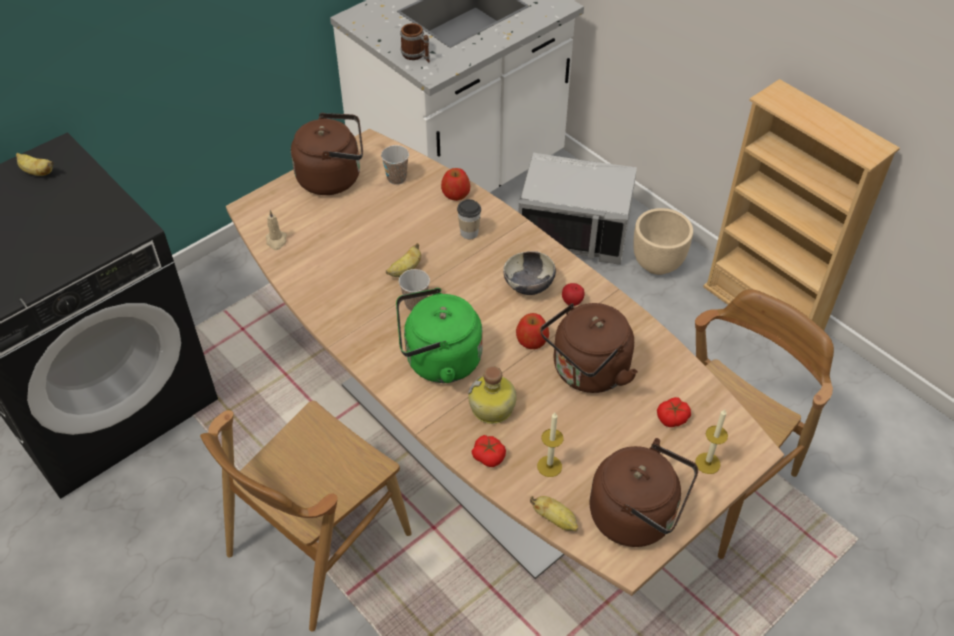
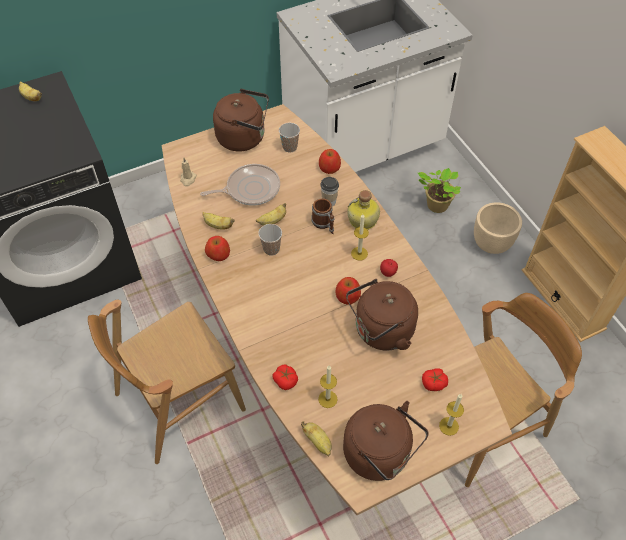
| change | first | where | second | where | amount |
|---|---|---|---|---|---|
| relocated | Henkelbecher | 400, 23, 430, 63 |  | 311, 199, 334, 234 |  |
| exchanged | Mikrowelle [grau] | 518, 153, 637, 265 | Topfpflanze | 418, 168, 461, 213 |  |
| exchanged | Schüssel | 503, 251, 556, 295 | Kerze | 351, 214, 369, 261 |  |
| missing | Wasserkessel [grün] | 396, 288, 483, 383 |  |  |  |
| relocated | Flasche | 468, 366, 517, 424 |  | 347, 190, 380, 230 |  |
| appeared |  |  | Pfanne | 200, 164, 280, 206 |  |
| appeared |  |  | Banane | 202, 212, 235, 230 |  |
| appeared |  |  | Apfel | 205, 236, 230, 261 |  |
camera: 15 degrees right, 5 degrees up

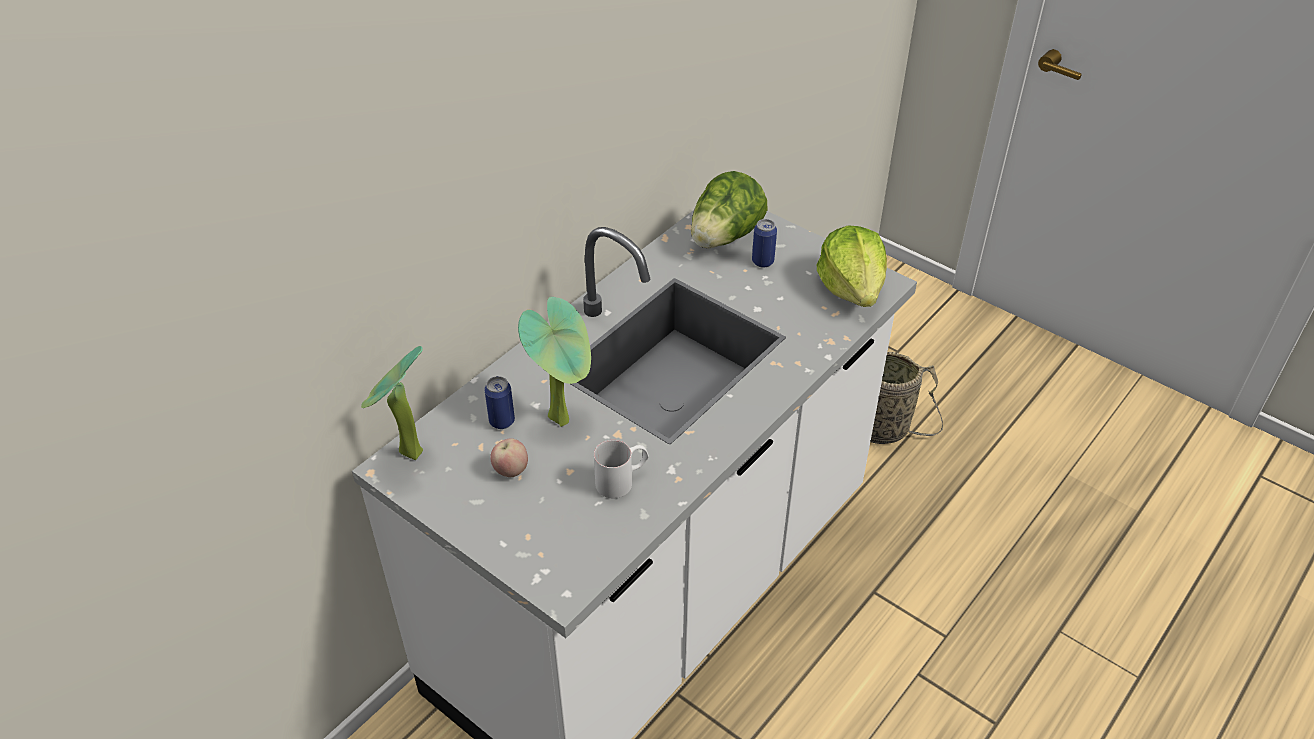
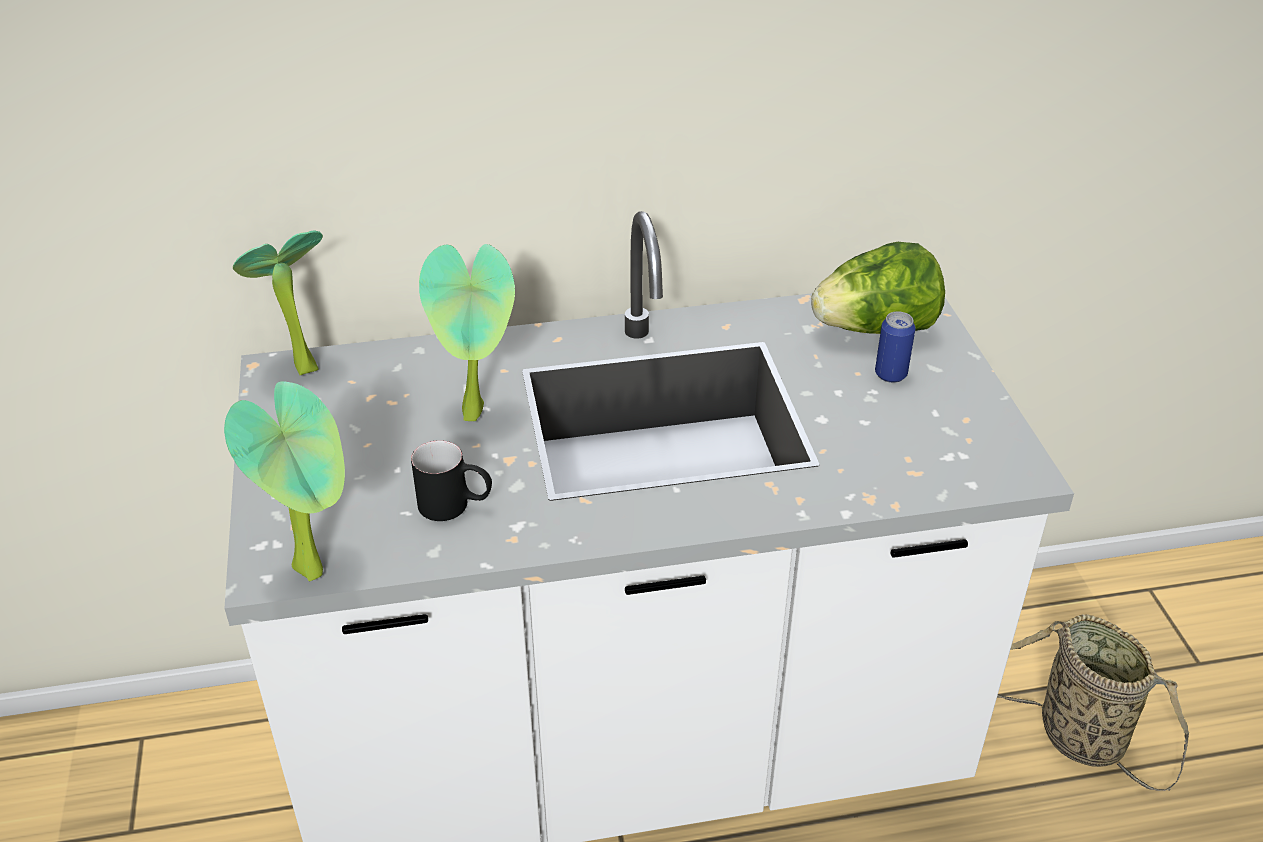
| change | first | where | second | where | amount |
|---|---|---|---|---|---|
| missing | Salatkopf | 817, 225, 887, 307 |  |  |  |
| missing | Dose | 484, 376, 515, 429 |  |  |  |
| missing | Apfel | 490, 438, 528, 477 |  |  |  |
| colour | Henkelbecher [weiß] | 594, 440, 649, 498 | Henkelbecher [schwarz] | 411, 440, 492, 521 |  |
| appeared |  |  | Topfpflanze | 224, 381, 345, 581 |  |
camera: 40 degrees right, 5 degrees down

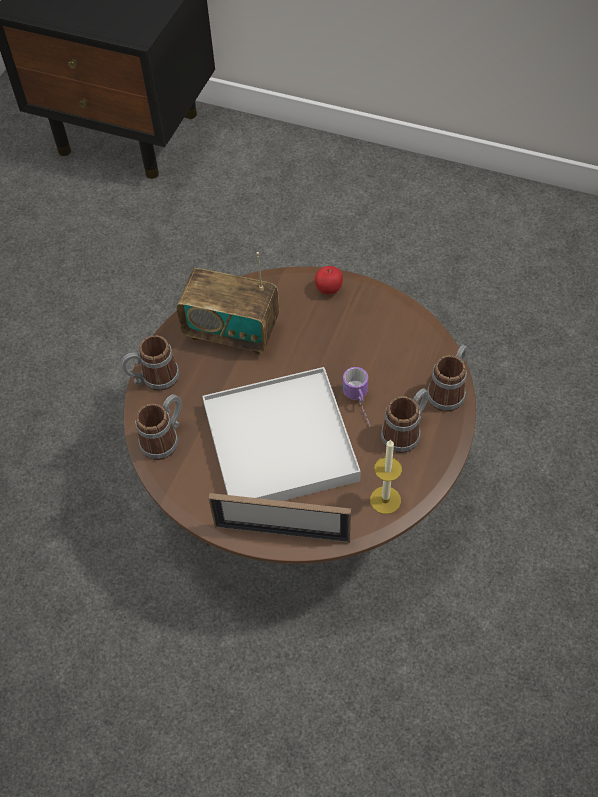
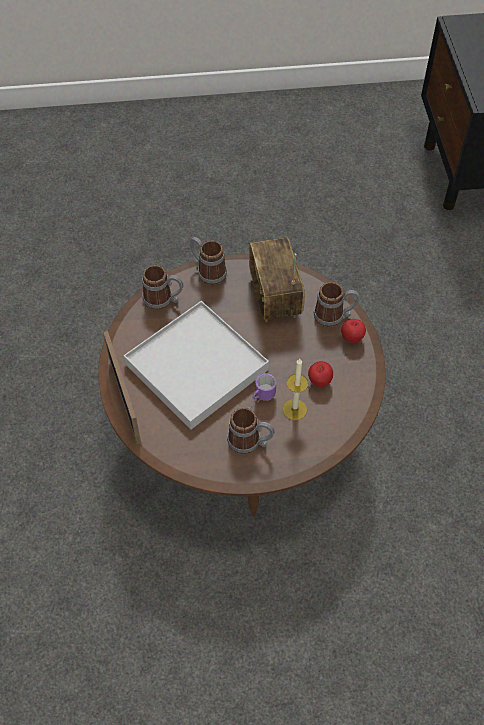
| change | first | where | second | where | amount |
|---|---|---|---|---|---|
| relocated | Henkelbecher | 427, 345, 468, 412 |  | 313, 282, 360, 327 |  |
| relocated | Kerze | 370, 439, 402, 514 |  | 283, 359, 308, 421 |  |
| appeared |  |  | Apfel | 308, 361, 333, 387 |  |
camera: 60 degrees right, 0 degrees up

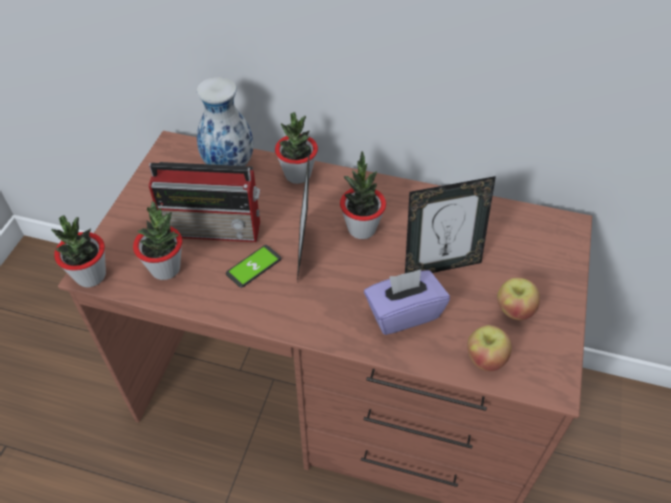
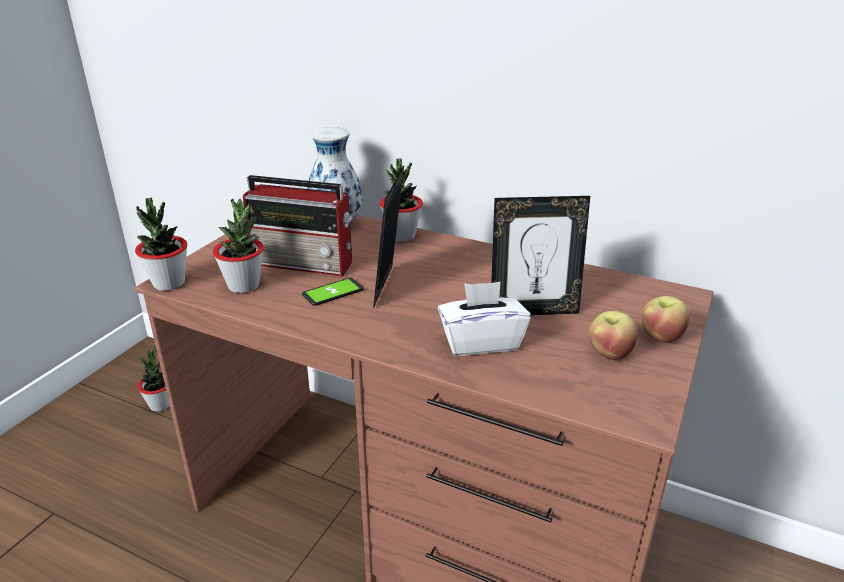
| change | first | where | second | where | amount |
|---|---|---|---|---|---|
| relocated | Topfpflanze | 340, 151, 386, 239 |  | 138, 345, 170, 412 |  |
| colour | Taschentuchbox [lila] | 364, 269, 450, 335 | Taschentuchbox [weiß] | 438, 282, 531, 356 |  |
| relocated | Apfel | 467, 325, 512, 371 |  | 642, 296, 690, 343 |  |
camera: 10 degrees right, 20 degrees down

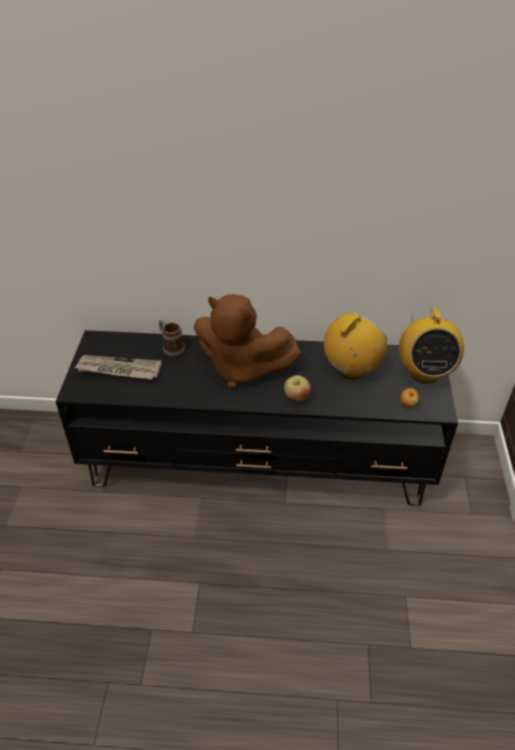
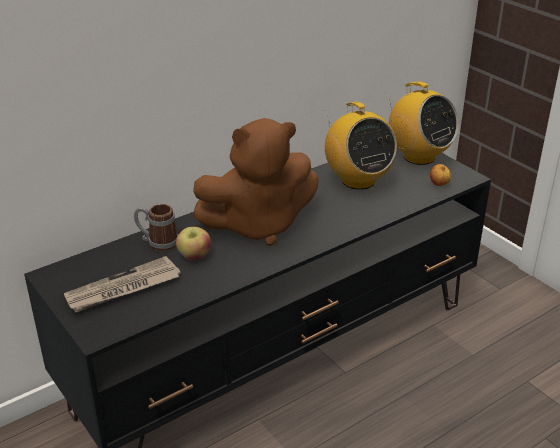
| change | first | where | second | where | amount |
|---|---|---|---|---|---|
| spun | Radio | 324, 312, 387, 379 |  | 325, 102, 397, 190 | 150 degrees clockwise |
| relocated | Apfel | 284, 375, 311, 402 |  | 176, 227, 211, 260 |  |
camera: 40 degrees left, 10 degrees down

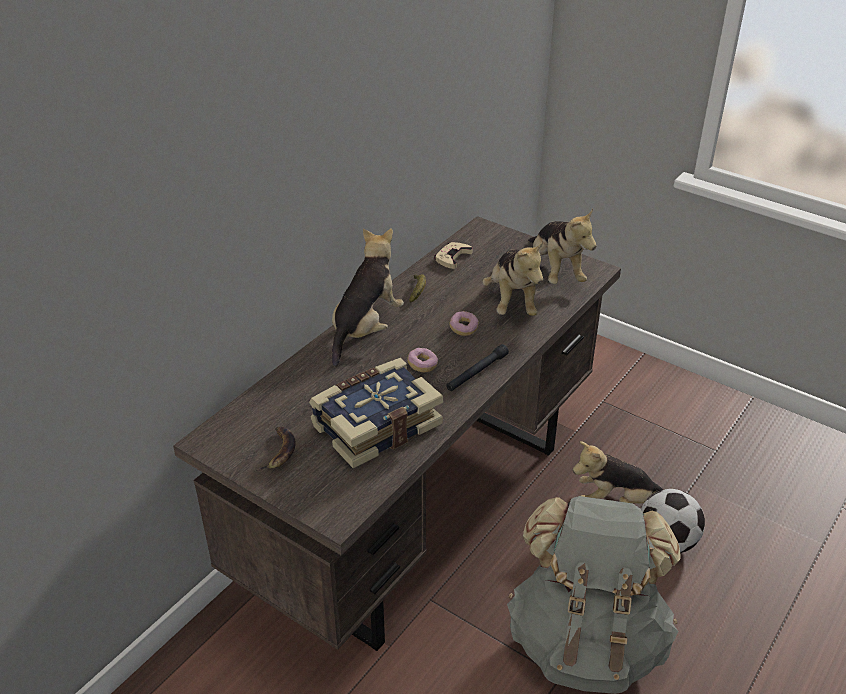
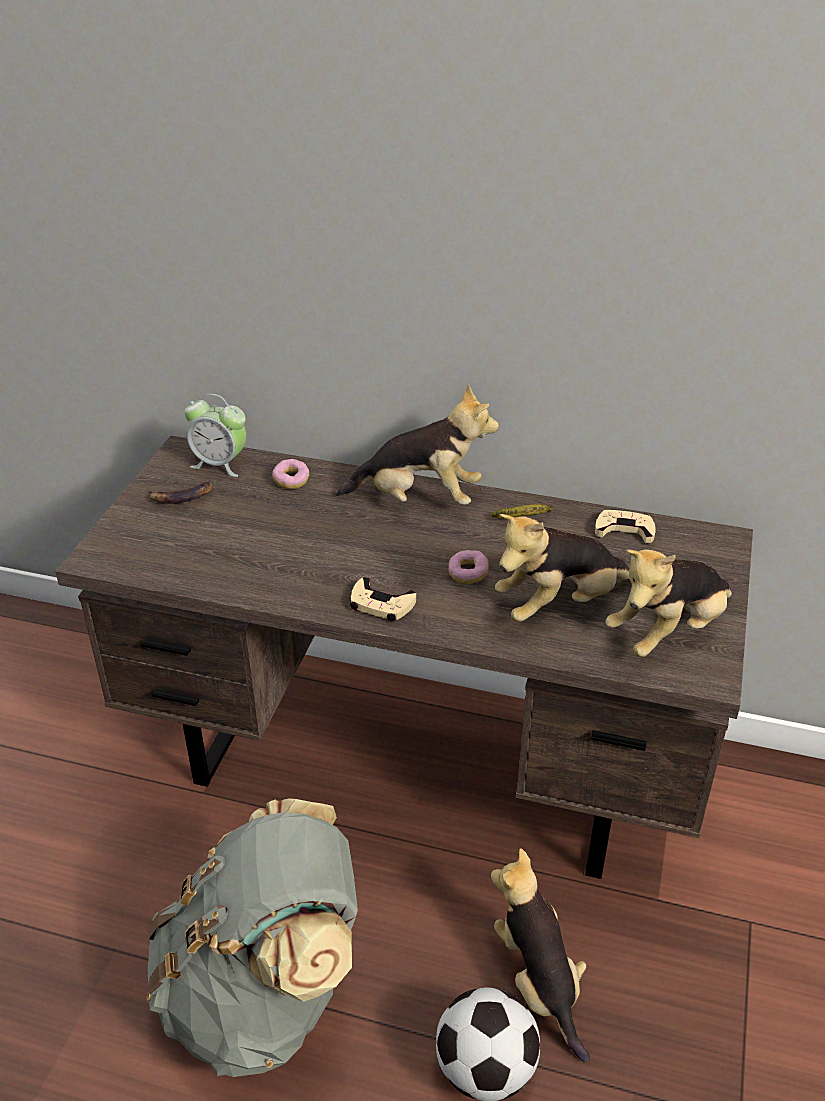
| change | first | where | second | where | amount |
|---|---|---|---|---|---|
| exchanged | Taschenlampe [schwarz] | 446, 344, 509, 391 | Gamepad [beige] | 350, 577, 416, 621 |  |
| relocated | Donut | 407, 348, 438, 372 |  | 272, 459, 310, 489 |  |
| missing | Buch | 309, 358, 443, 468 |  |  |  |
| appeared |  |  | Wecker | 184, 394, 246, 477 |  |
camera: 70 degrees right, 0 degrees up

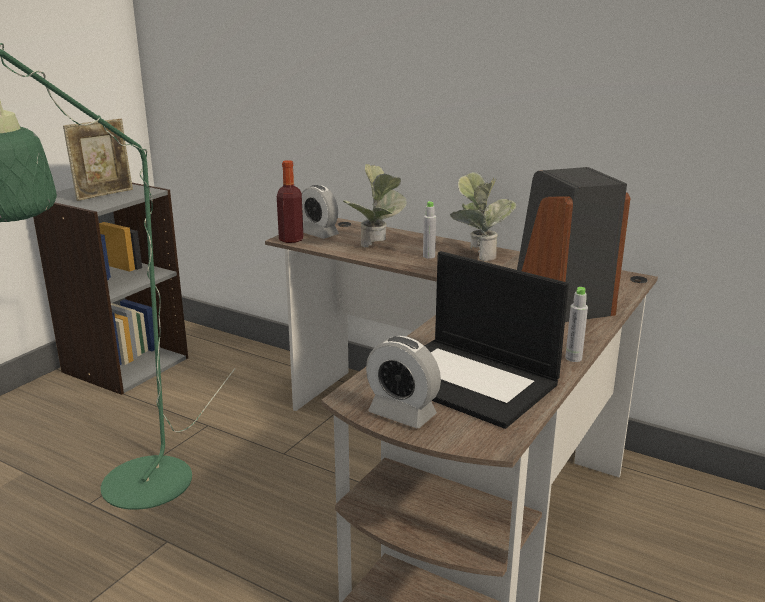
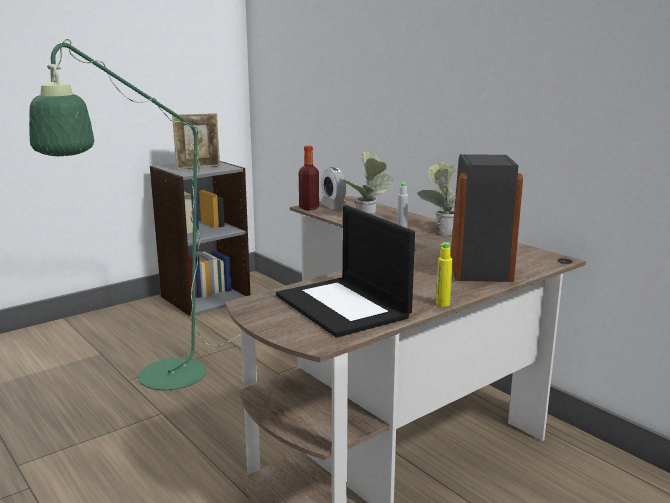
| change | first | where | second | where | amount |
|---|---|---|---|---|---|
| colour | Flasche [grau] | 565, 287, 588, 362 | Flasche [gelb] | 436, 242, 453, 307 |  |
| missing | Wecker | 366, 336, 441, 428 |  |  |  |
camera: 20 degrees right, 5 degrees down

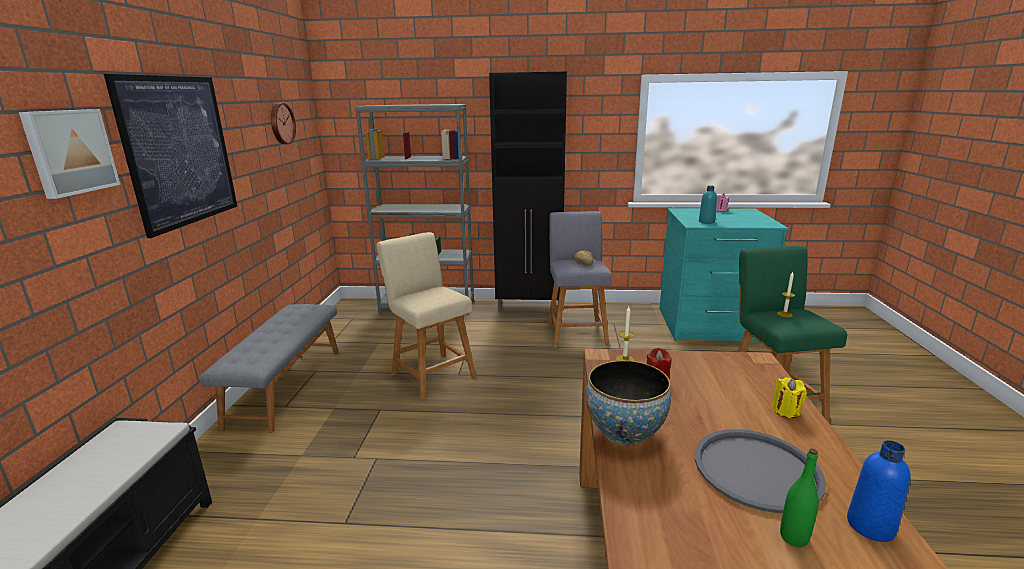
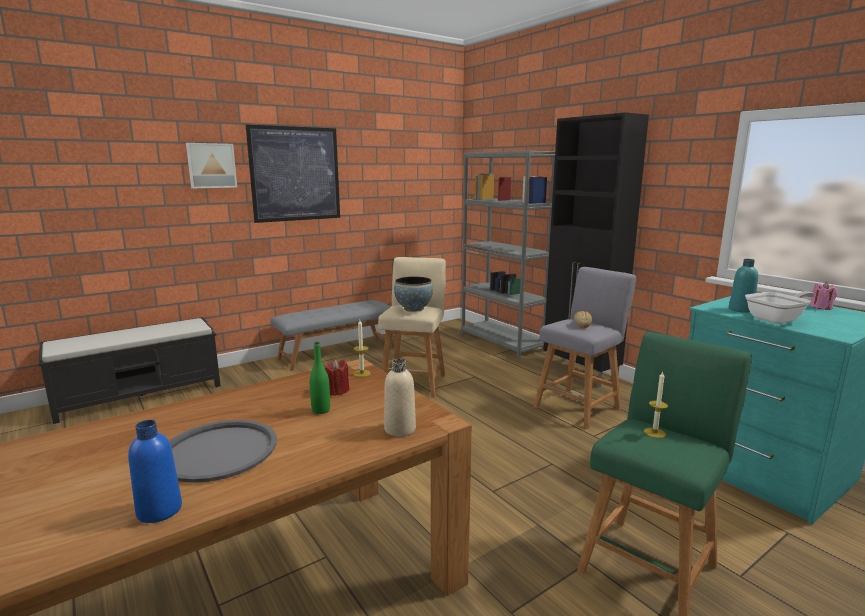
| change | first | where | second | where | amount |
|---|---|---|---|---|---|
| missing | Wanduhr | 271, 103, 296, 144 |  |  |  |
| relocated | Schüssel | 586, 360, 671, 446 |  | 394, 276, 433, 312 |  |
| missing | Kerze [gelb] | 771, 377, 807, 418 |  |  |  |
| relocated | Flasche [grün] | 780, 449, 819, 547 |  | 310, 341, 330, 414 |  |
| appeared |  |  | Pfanne | 745, 291, 815, 324 |  |
| appeared |  |  | Flasche [beige] | 384, 359, 416, 437 |  |
camera: 50 degrees right, 5 degrees down

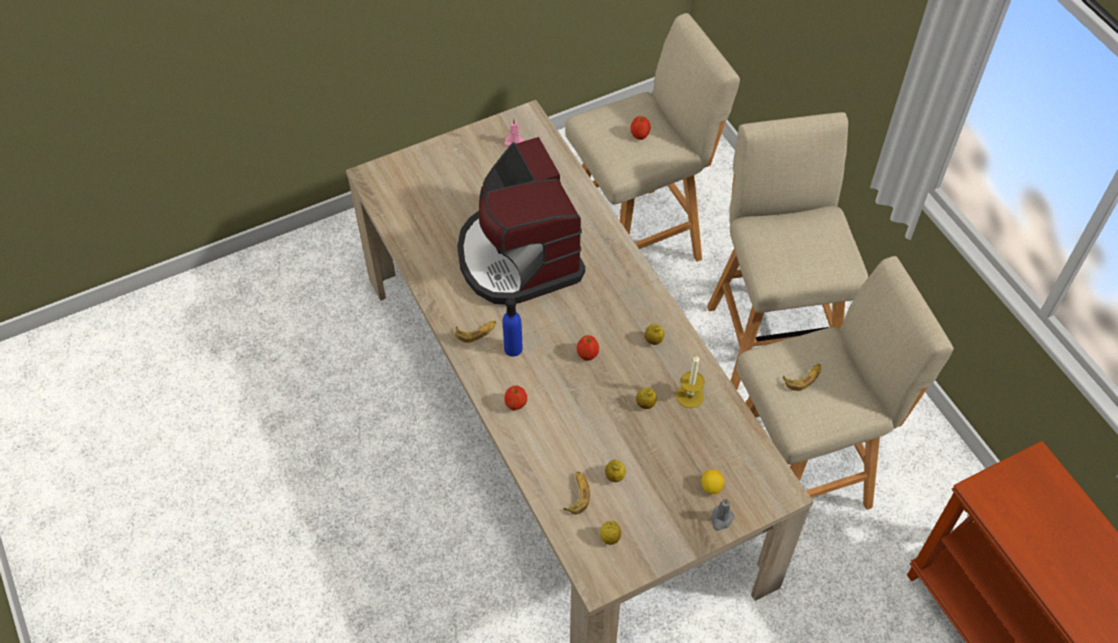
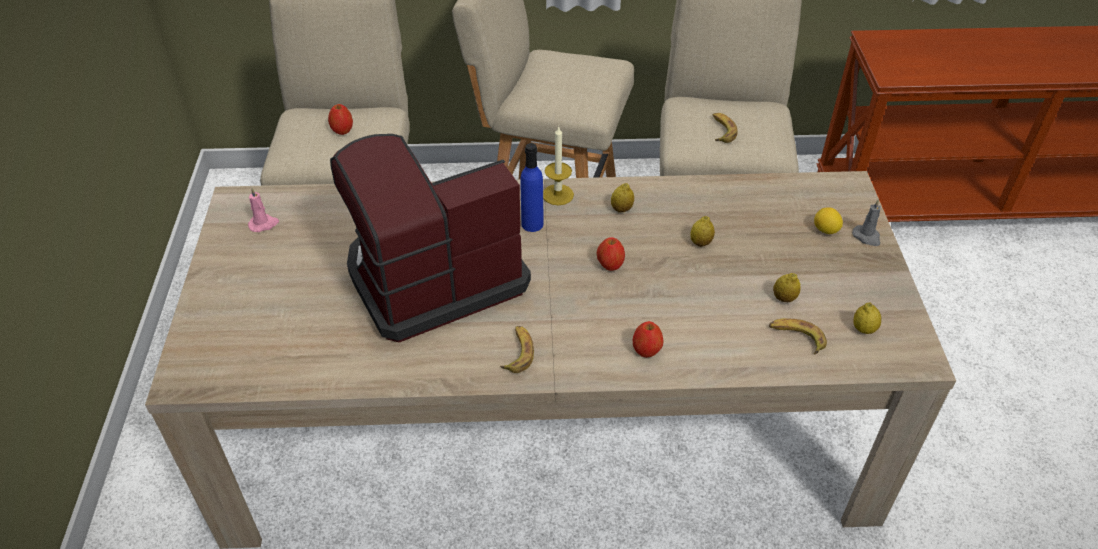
| change | first | where | second | where | amount |
|---|---|---|---|---|---|
| spun | Kaffeemaschine | 457, 137, 585, 304 |  | 330, 134, 531, 342 | 150 degrees clockwise |
| relocated | Flasche [blau] | 503, 298, 522, 357 |  | 520, 143, 543, 232 |  |
| relocated | Kerze | 676, 356, 705, 408 |  | 543, 126, 574, 205 |  |
camera: 65 degrees left, 10 degrees down

